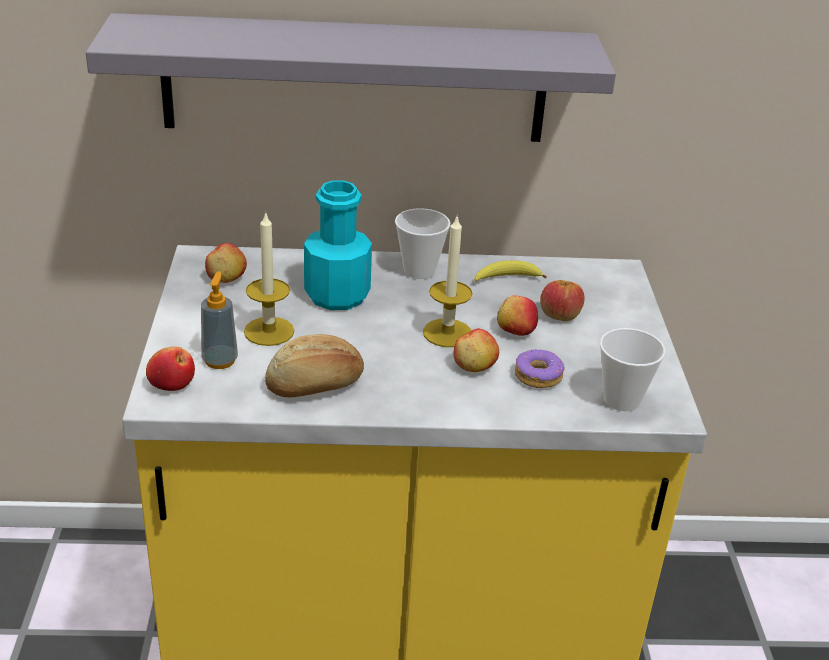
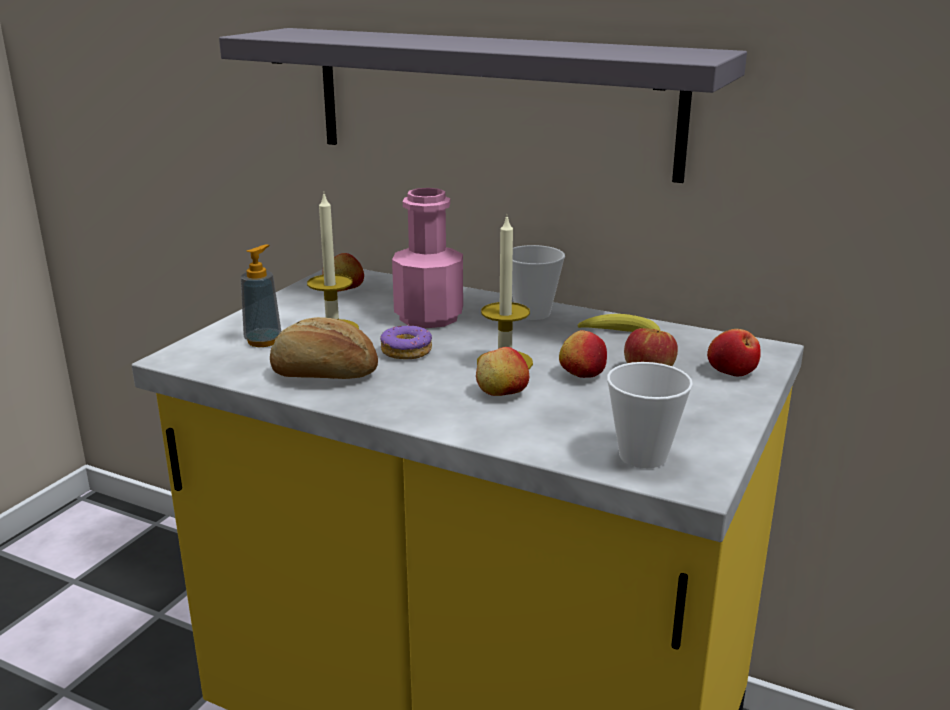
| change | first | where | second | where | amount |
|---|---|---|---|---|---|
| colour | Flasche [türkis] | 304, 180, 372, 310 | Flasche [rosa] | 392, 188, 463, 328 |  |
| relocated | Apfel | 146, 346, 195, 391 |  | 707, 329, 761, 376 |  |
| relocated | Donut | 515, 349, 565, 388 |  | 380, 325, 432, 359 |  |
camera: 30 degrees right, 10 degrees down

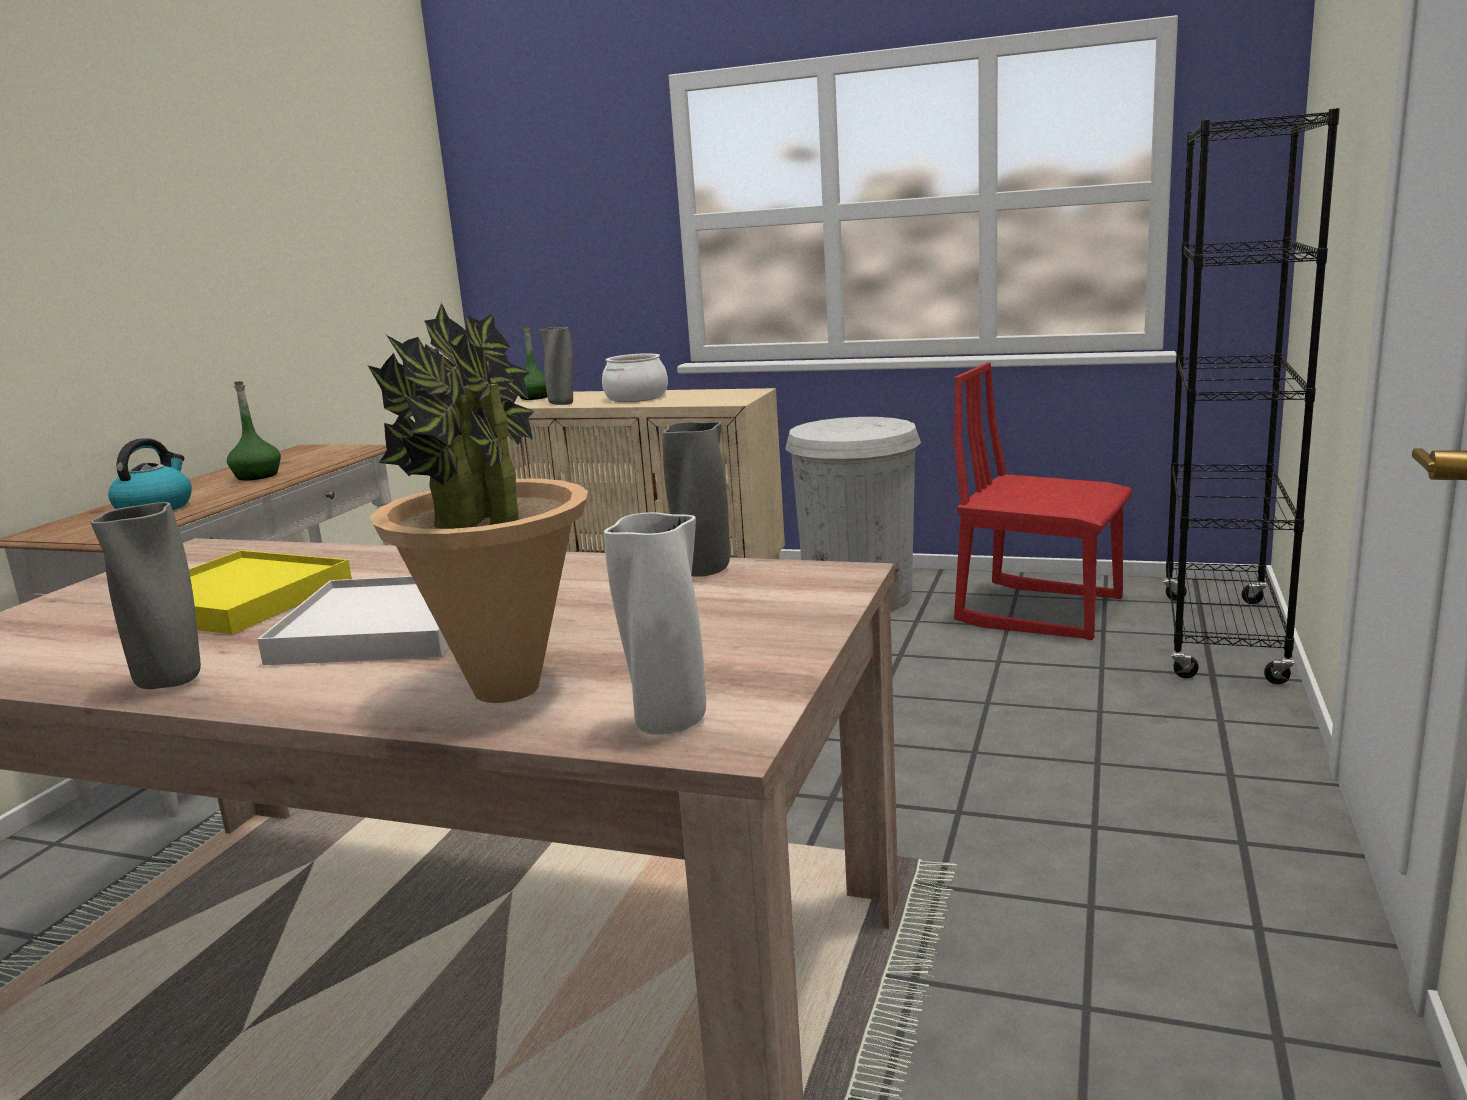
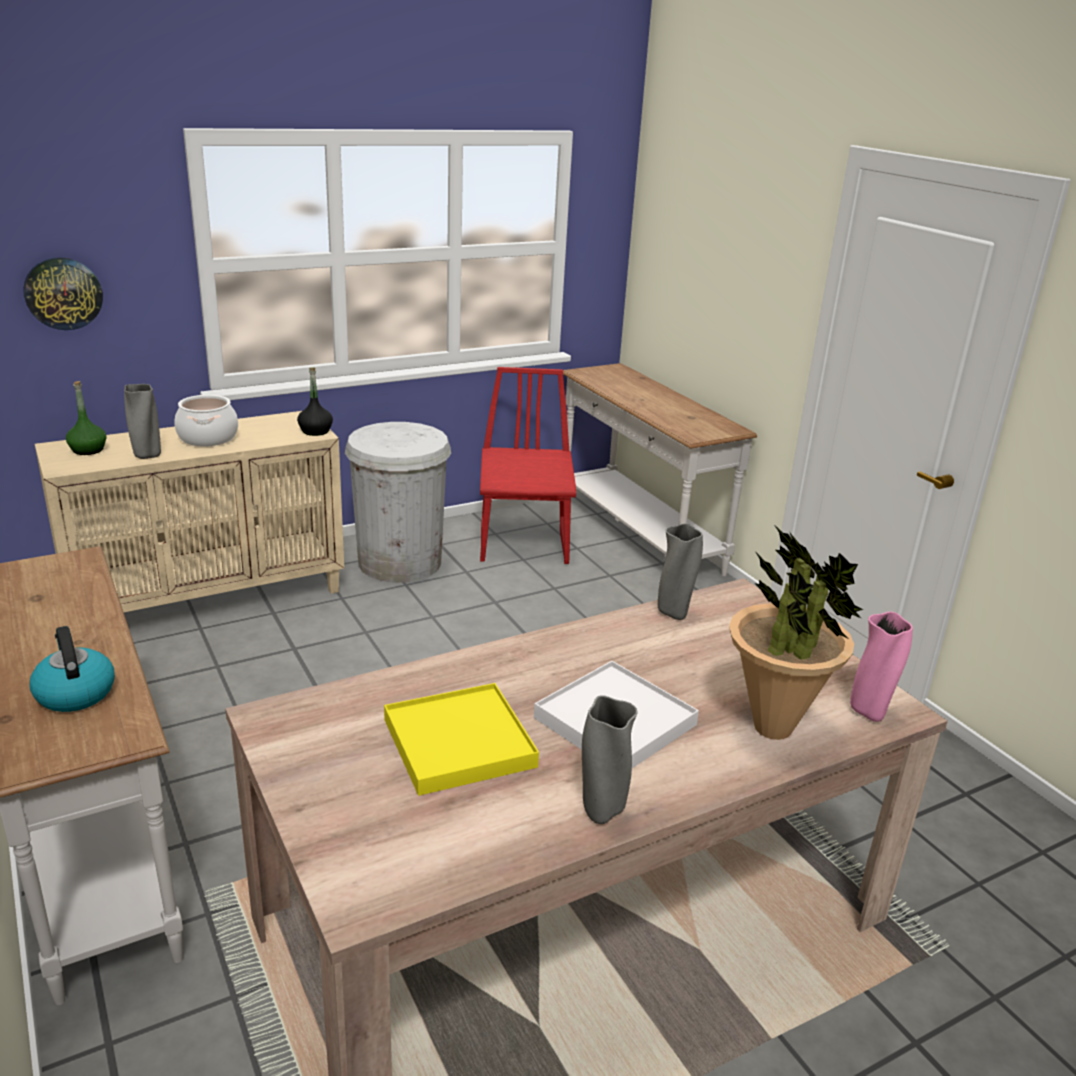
| change | first | where | second | where | amount |
|---|---|---|---|---|---|
| exchanged | Bücherregal [schwarz] | 1163, 108, 1340, 684 | Konsolentisch [weiß] | 563, 363, 757, 576 |  |
| spun | Stuhl [rot] | 954, 362, 1133, 640 |  | 480, 367, 576, 564 | 105 degrees clockwise |
| missing | Flasche [grün] | 227, 382, 281, 481 |  |  |  |
| colour | Vase [weiß] | 604, 512, 706, 735 | Vase [rosa] | 850, 612, 913, 722 |  |
| appeared |  |  | Wanduhr | 23, 257, 103, 330 |  |
| appeared |  |  | Flasche [schwarz] | 297, 367, 333, 436 |  |
camera: 50 degrees left, 10 degrees up

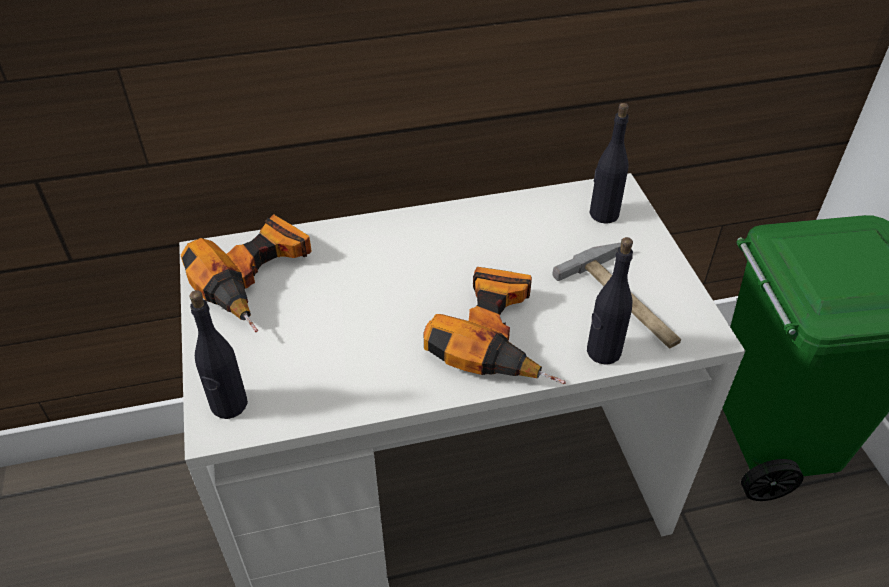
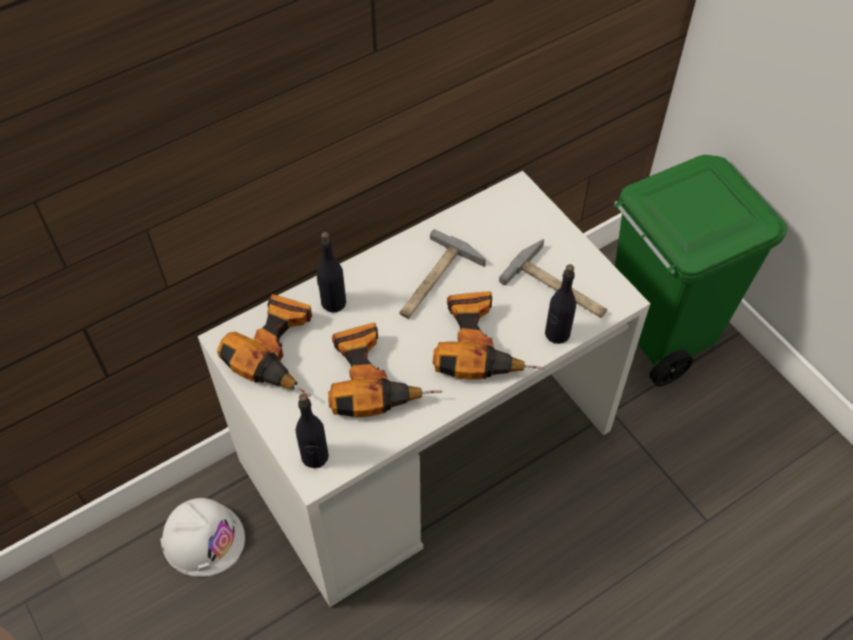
| change | first | where | second | where | amount |
|---|---|---|---|---|---|
| relocated | Flasche [schwarz] | 589, 103, 629, 224 |  | 317, 232, 346, 312 |  |
| appeared |  |  | Hammer | 399, 229, 486, 319 |  |
| appeared |  |  | Bohrmaschine | 328, 323, 442, 418 |  |
| appeared |  |  | Schutzhelm [weiß] | 160, 498, 245, 577 |  |
camera: 20 degrees left, 10 degrees up

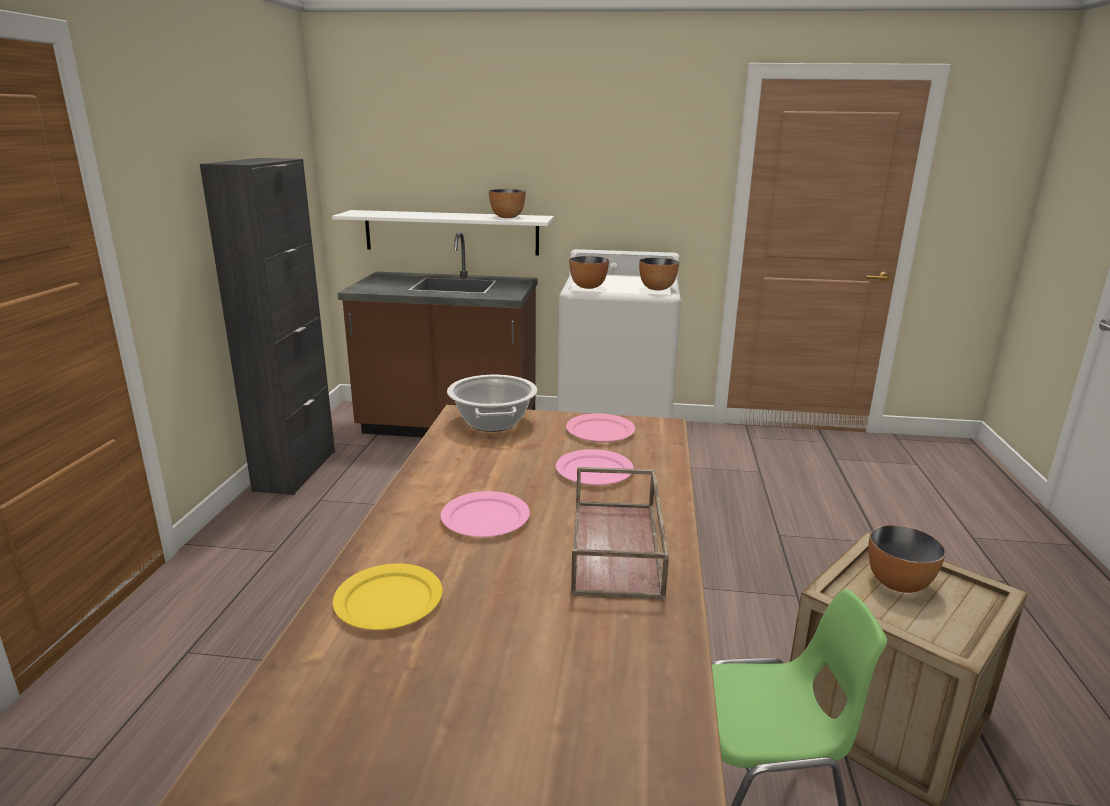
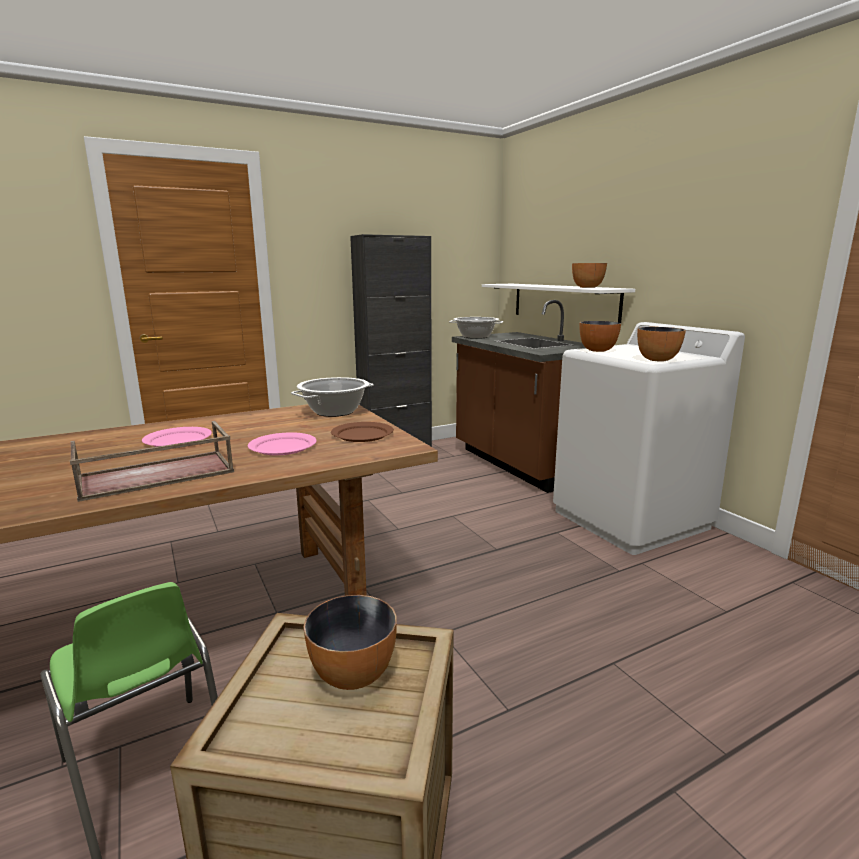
| change | first | where | second | where | amount |
|---|---|---|---|---|---|
| colour | Teller [rosa] | 566, 413, 635, 442 | Teller [braun] | 331, 422, 394, 442 |  |
| missing | Teller [gelb] | 333, 563, 443, 630 |  |  |  |
| appeared |  |  | Kochtopf | 449, 317, 503, 339 |  |
camera: 55 degrees right, 5 degrees down

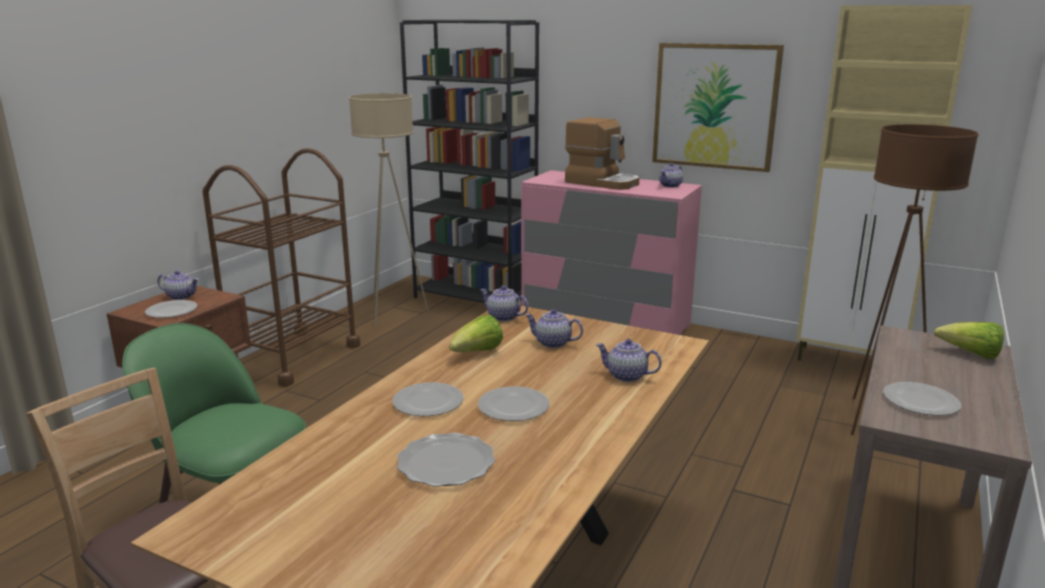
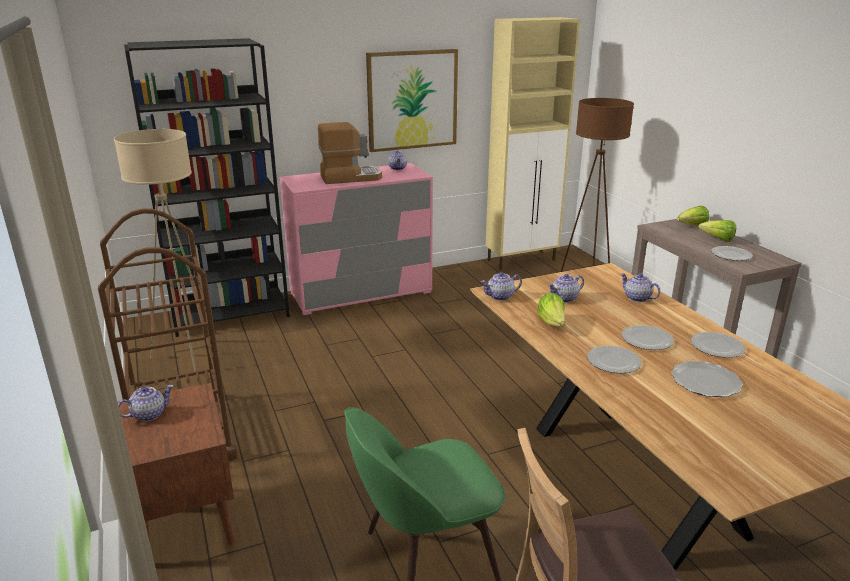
| change | first | where | second | where | amount |
|---|---|---|---|---|---|
| relocated | Teller | 145, 300, 197, 318 |  | 691, 332, 746, 358 |  |
| spun | Teekanne | 596, 339, 662, 382 |  | 620, 273, 661, 302 | 75 degrees clockwise |
| appeared |  |  | Salatkopf | 698, 220, 736, 242 |  |
camera: 50 degrees left, 5 degrees up

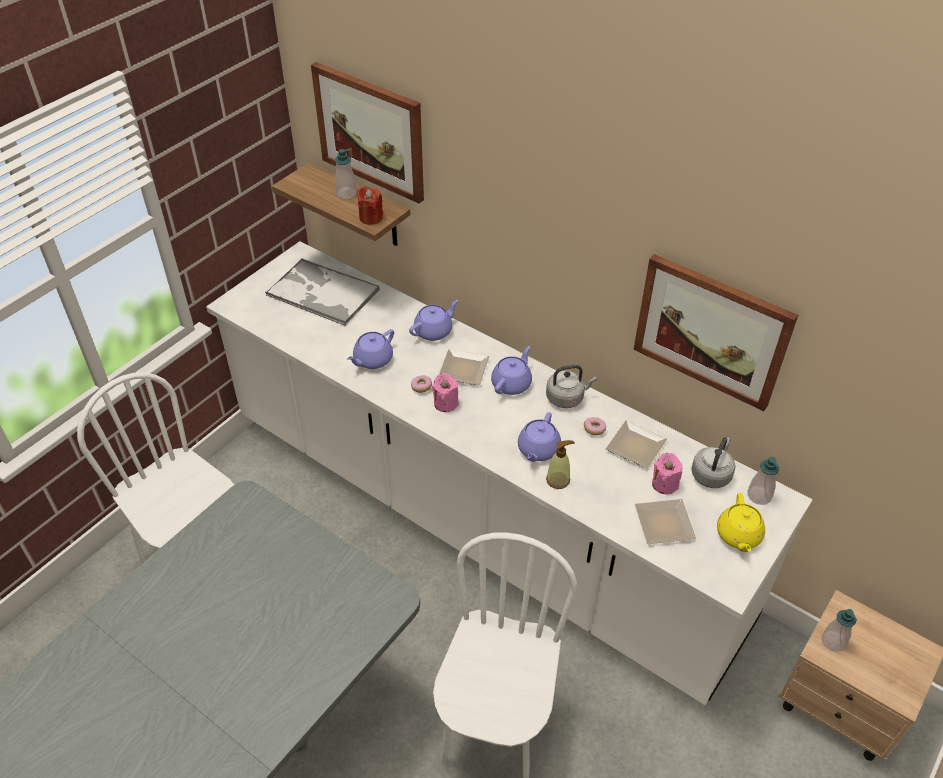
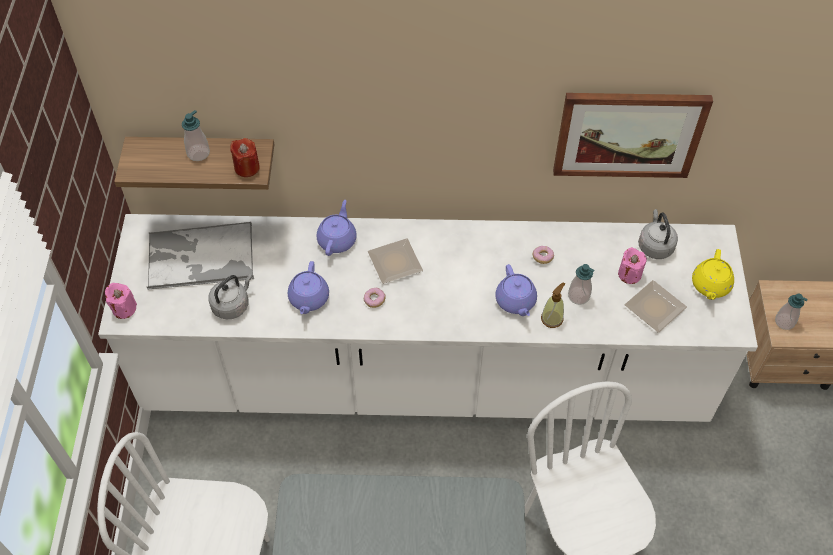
| change | first | where | second | where | amount |
|---|---|---|---|---|---|
| missing | Bild | 311, 62, 424, 203 |  |  |  |
| missing | Teekanne [lila] | 491, 346, 532, 395 |  |  |  |
| relocated | Wasserkessel [grau] | 546, 365, 597, 408 |  | 208, 274, 252, 319 |  |
| relocated | Kerze [rosa] | 432, 373, 459, 412 |  | 105, 283, 137, 319 |  |
| missing | Teller | 606, 420, 667, 469 |  |  |  |
| relocated | Seifenspender | 748, 457, 779, 505 |  | 568, 264, 595, 305 |  |
| spun | Teekanne [gelb] | 717, 493, 765, 552 |  | 692, 249, 734, 300 | 45 degrees clockwise |
camera: 35 degrees left, 10 degrees up

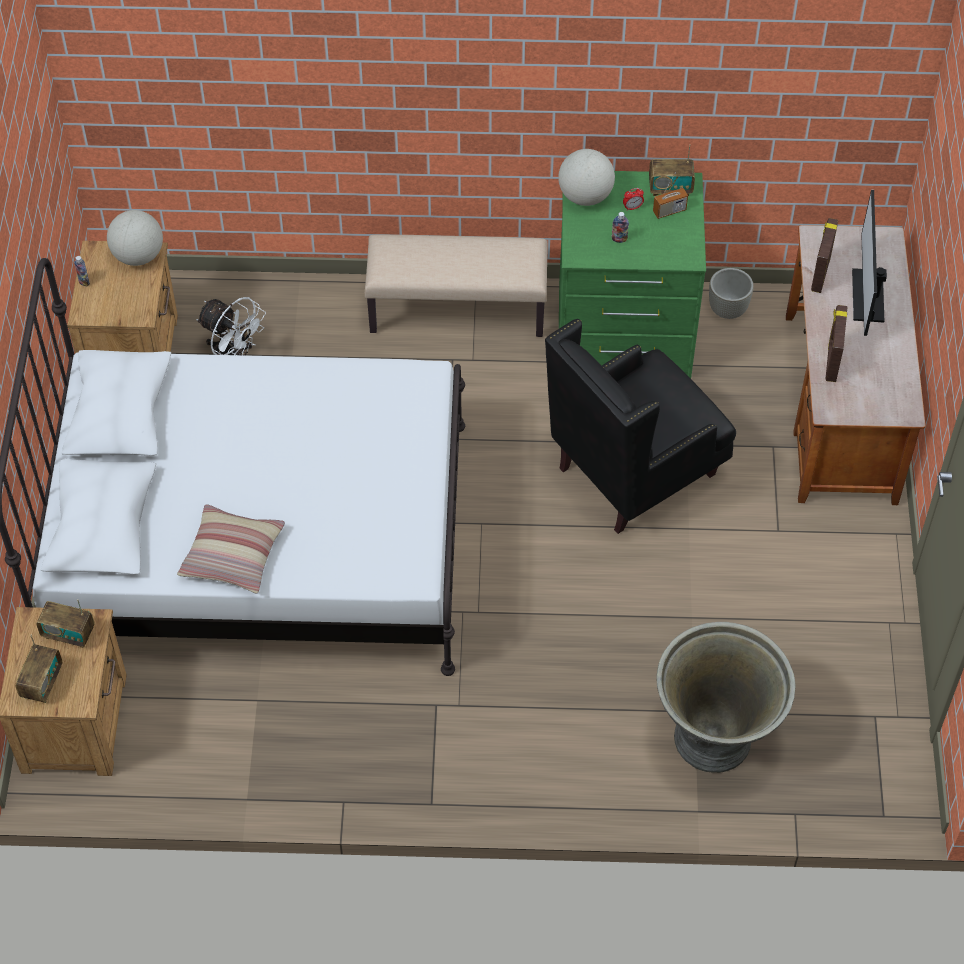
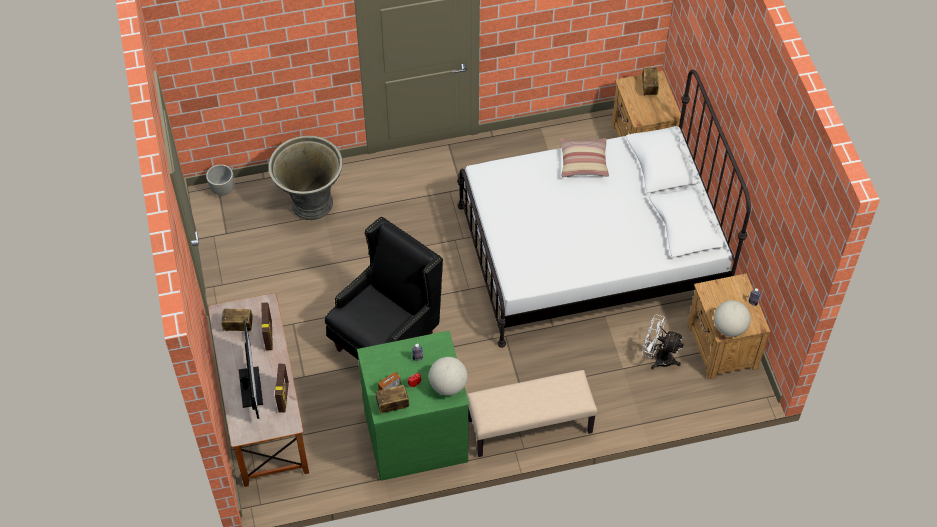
| change | first | where | second | where | amount |
|---|---|---|---|---|---|
| relocated | Pflanzkübel [grau] | 709, 268, 754, 319 |  | 206, 164, 234, 196 |  |
| relocated | Radio | 36, 599, 95, 648 |  | 221, 309, 253, 331 |  |
camera: 165 degrees right, 0 degrees up

